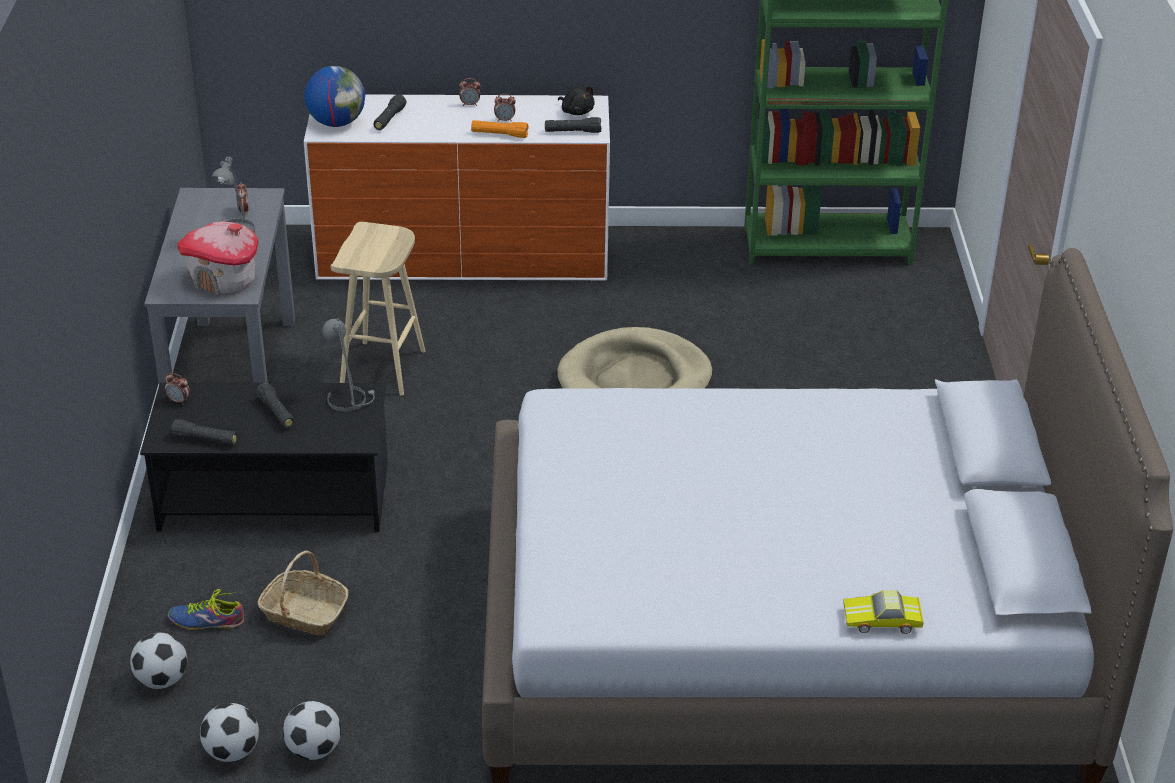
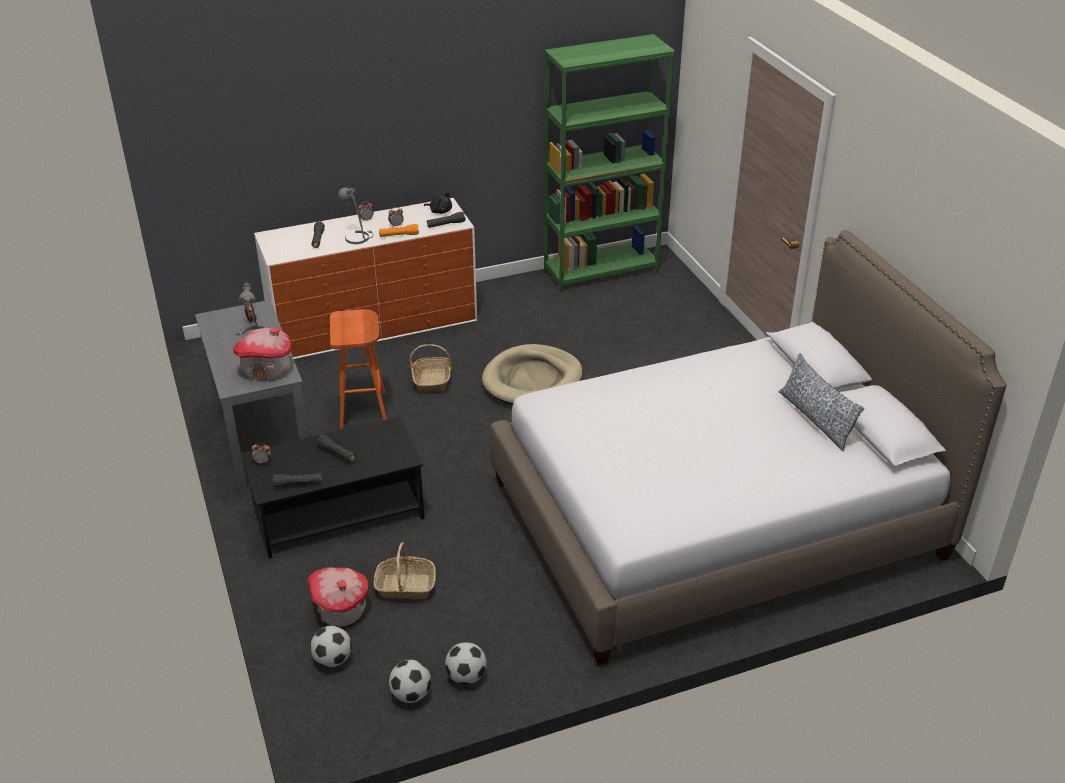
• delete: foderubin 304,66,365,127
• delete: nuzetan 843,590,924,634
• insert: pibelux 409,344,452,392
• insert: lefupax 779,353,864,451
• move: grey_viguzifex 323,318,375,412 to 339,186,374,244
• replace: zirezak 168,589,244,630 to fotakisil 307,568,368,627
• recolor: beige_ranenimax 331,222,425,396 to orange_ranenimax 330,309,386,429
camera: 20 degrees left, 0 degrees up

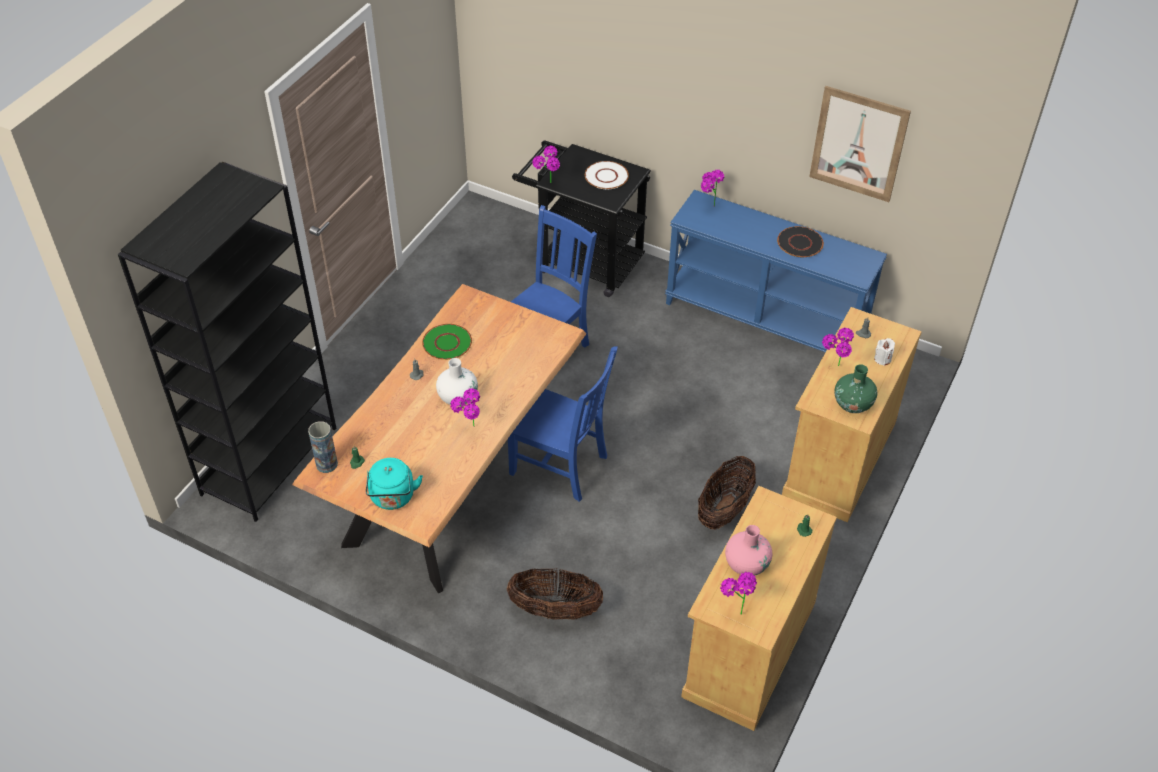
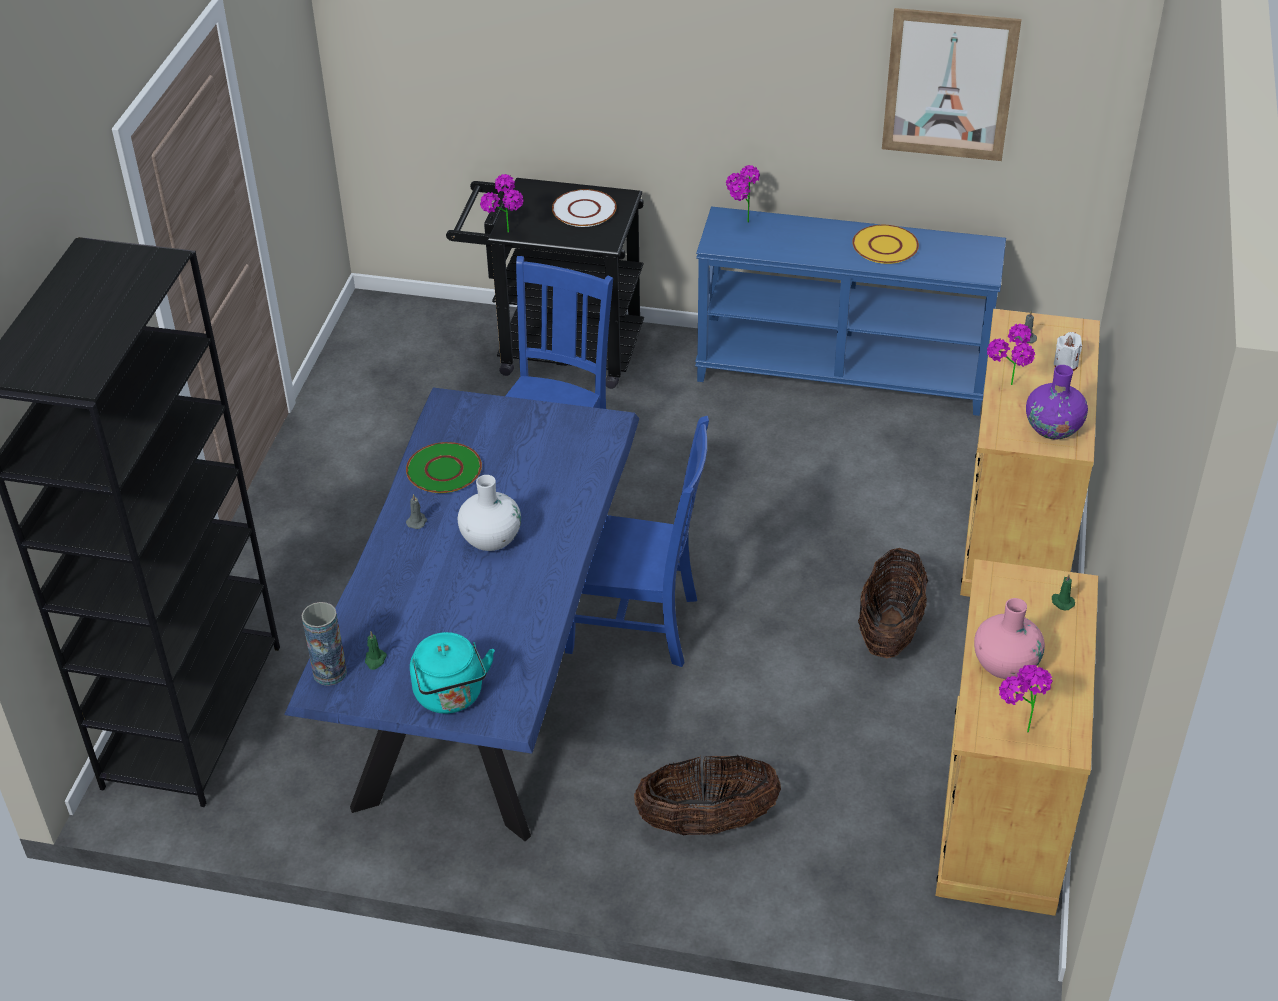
• delete: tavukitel 450,388,480,426
• recolor: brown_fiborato 292,284,586,593 to blue_fiborato 284,388,640,841
• recolor: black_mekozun 777,226,824,257 to yellow_mekozun 852,225,919,264
• recolor: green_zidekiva 834,364,877,413 to purple_zidekiva 1026,365,1088,440
camera: 15 degrees left, 5 degrees down

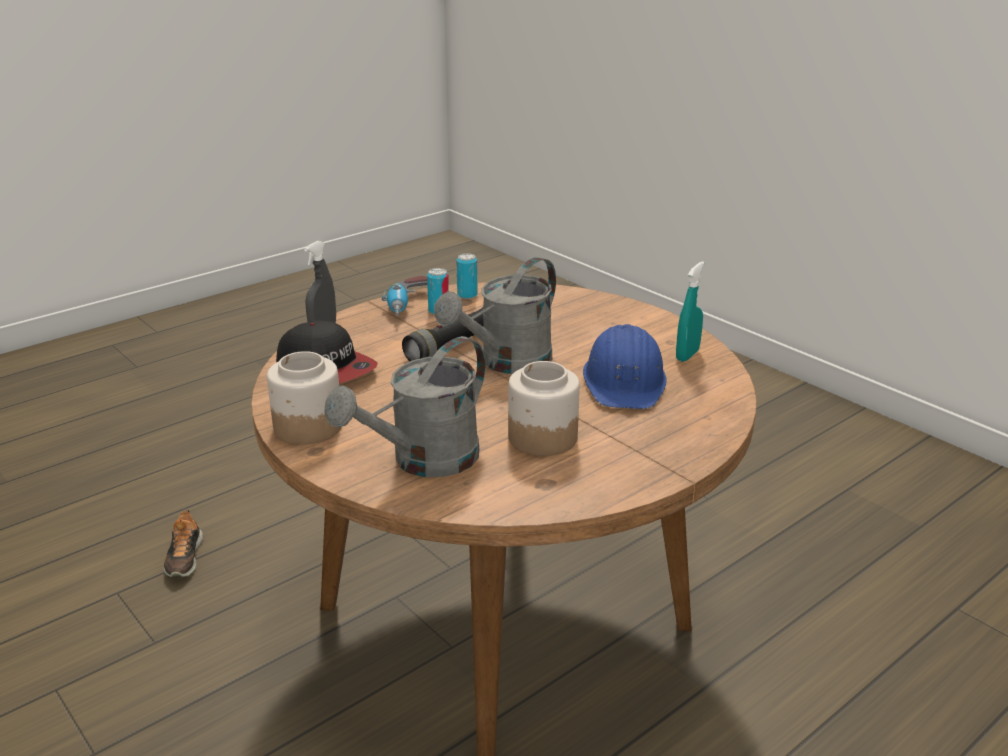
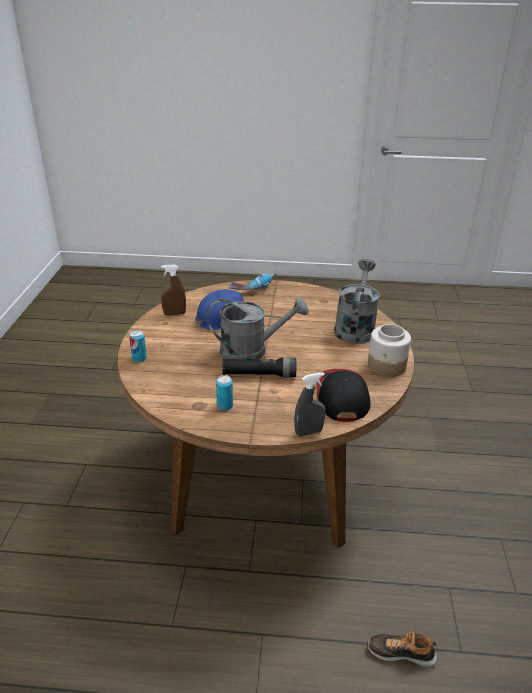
• delete: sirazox 508,361,580,456
• move: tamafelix 382,276,427,316 to 229,273,277,290
• move: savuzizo 456,253,478,299 to 129,330,147,362
• recolor: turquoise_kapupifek 676,261,704,362 to brown_kapupifek 161,265,186,316
• rotate: zirezak 164,510,203,578 = 367,631,437,667 120 degrees counterclockwise
• rotate: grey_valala 325,336,485,477 = 334,258,380,344 75 degrees counterclockwise
camera: 135 degrees left, 5 degrees up

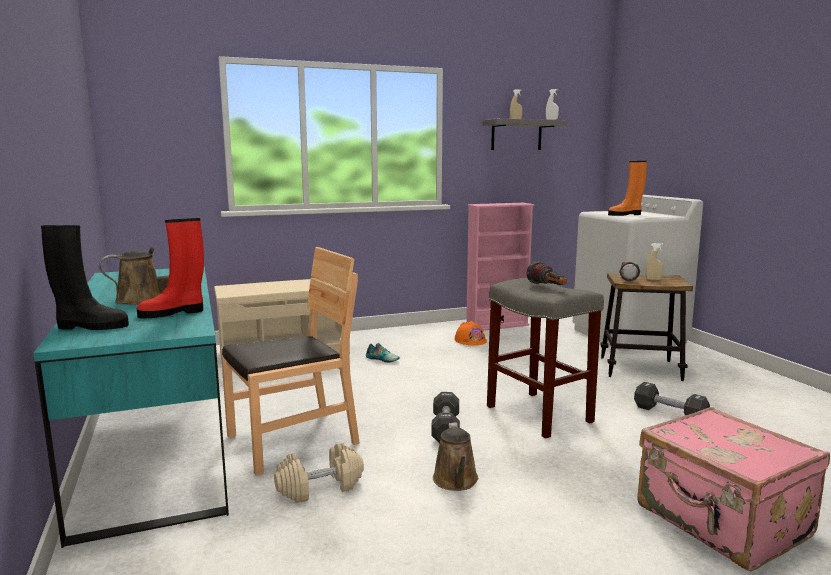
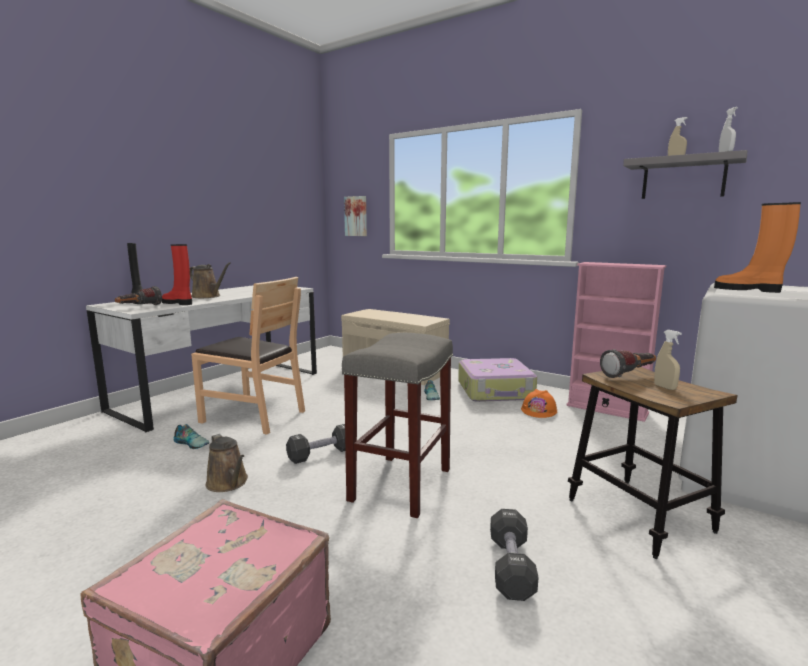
• insert: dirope 344,196,367,236
• insert: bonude 458,358,537,402
• move: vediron 527,261,567,285 to 115,286,162,305
• replace: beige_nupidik 274,443,364,503 to zirezak 174,424,209,449
• recolor: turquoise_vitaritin 33,267,229,548 to white_vitaritin 86,286,317,432
• rotate: brown_valala 433,422,478,491 = 206,434,248,492 90 degrees counterclockwise
camera: 55 degrees right, 0 degrees up

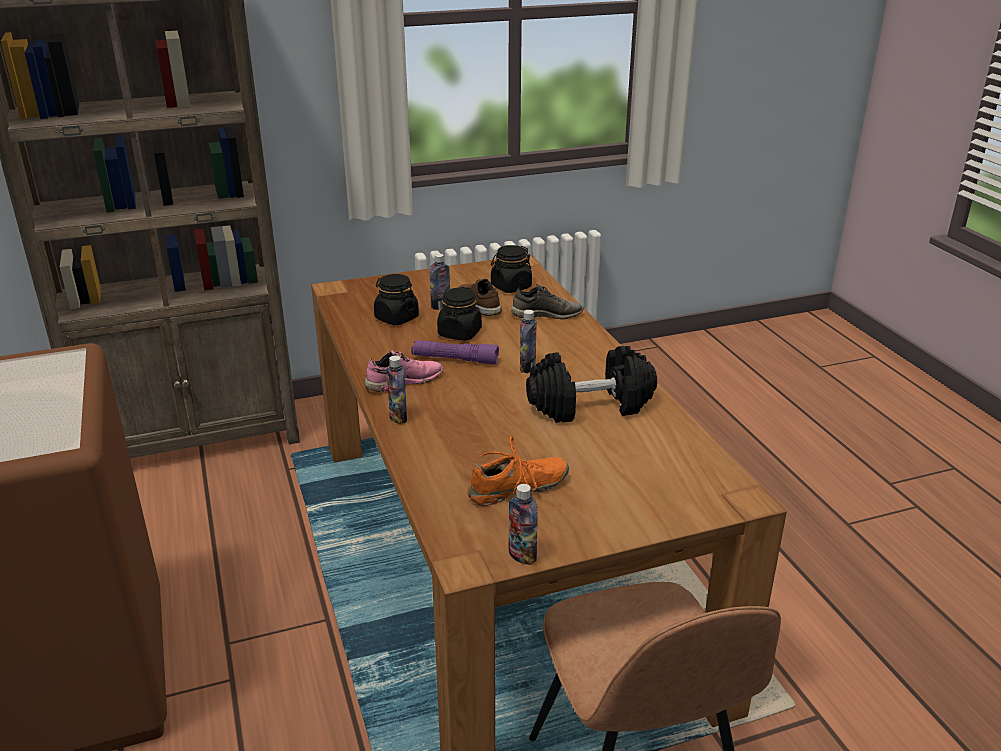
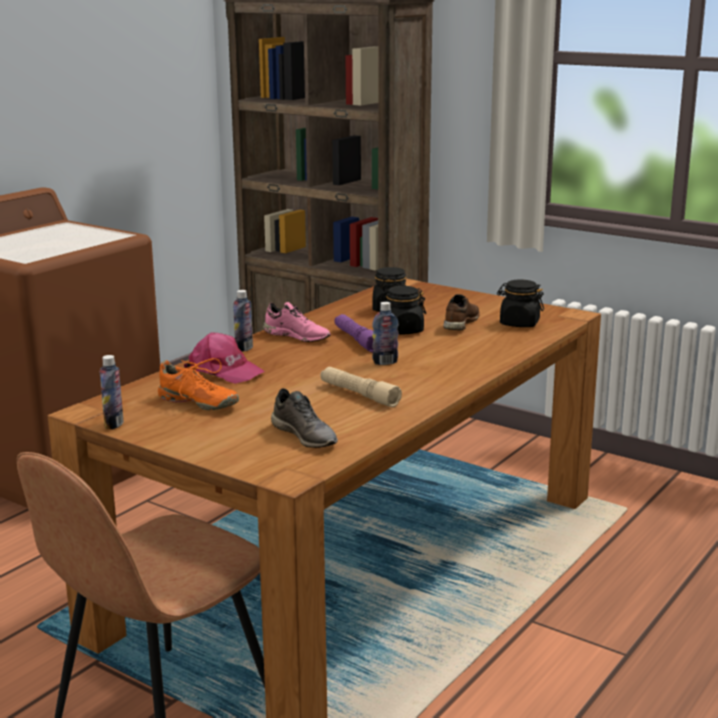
• delete: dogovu 430,254,450,310
• insert: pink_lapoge 184,333,265,384
• move: grey_zirezak 511,284,584,319 to 271,388,338,448
• replace: black_nupidik 526,346,657,423 to beige_vediron 320,367,402,407
camera: 55 degrees right, 10 degrees down

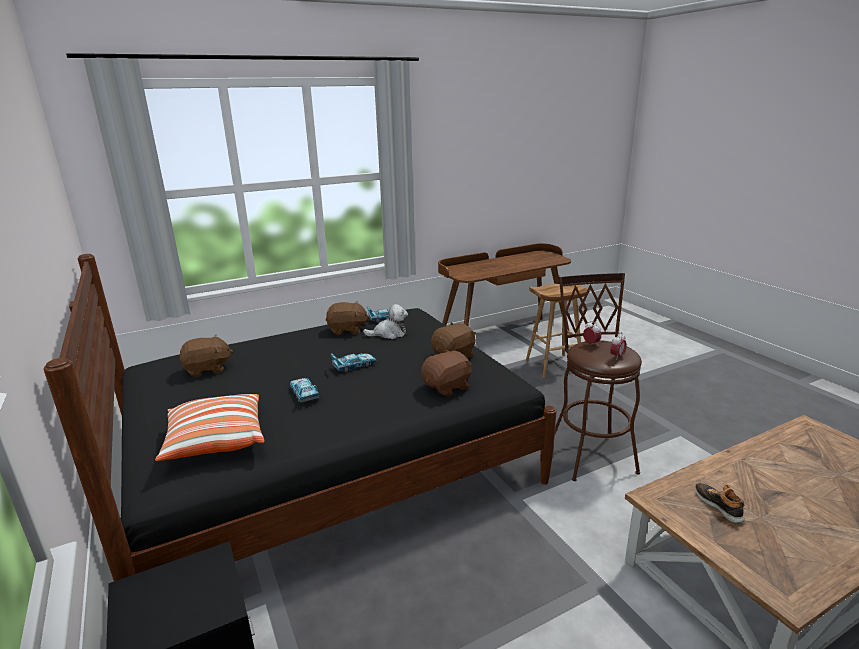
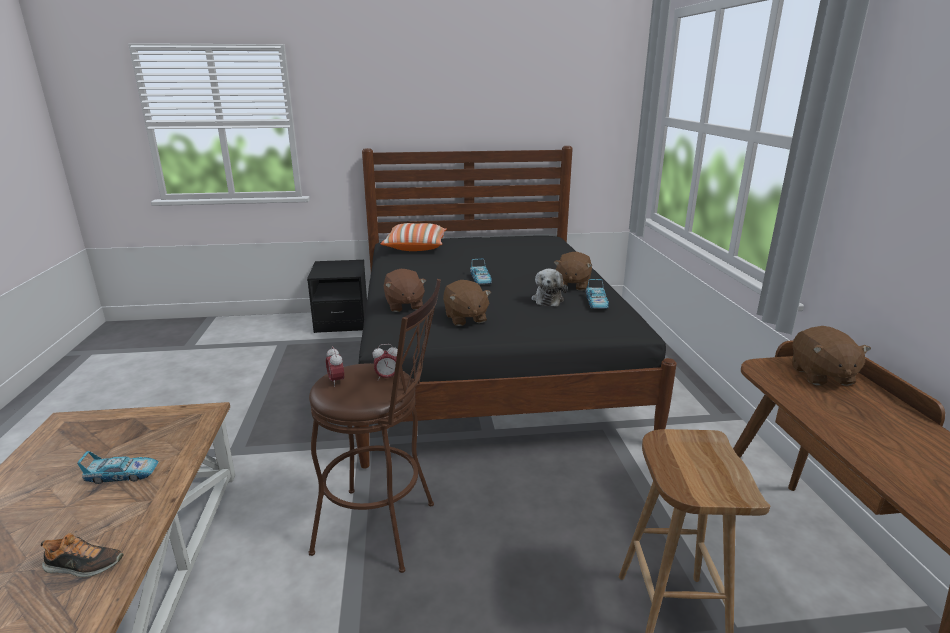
• move: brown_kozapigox 179,335,233,377 to 792,326,871,386
• move: nuzetan 290,378,320,403 to 77,451,159,484
• move: zirezak 695,483,745,524 to 41,533,123,577
camera: 110 degrees right, 0 degrees up

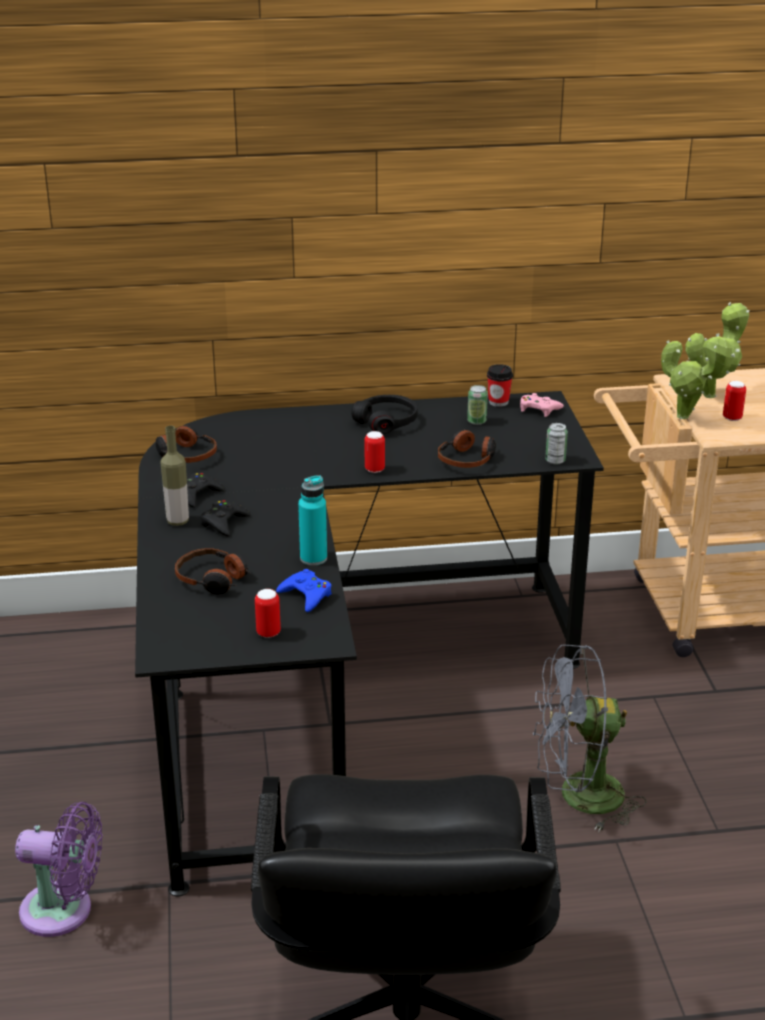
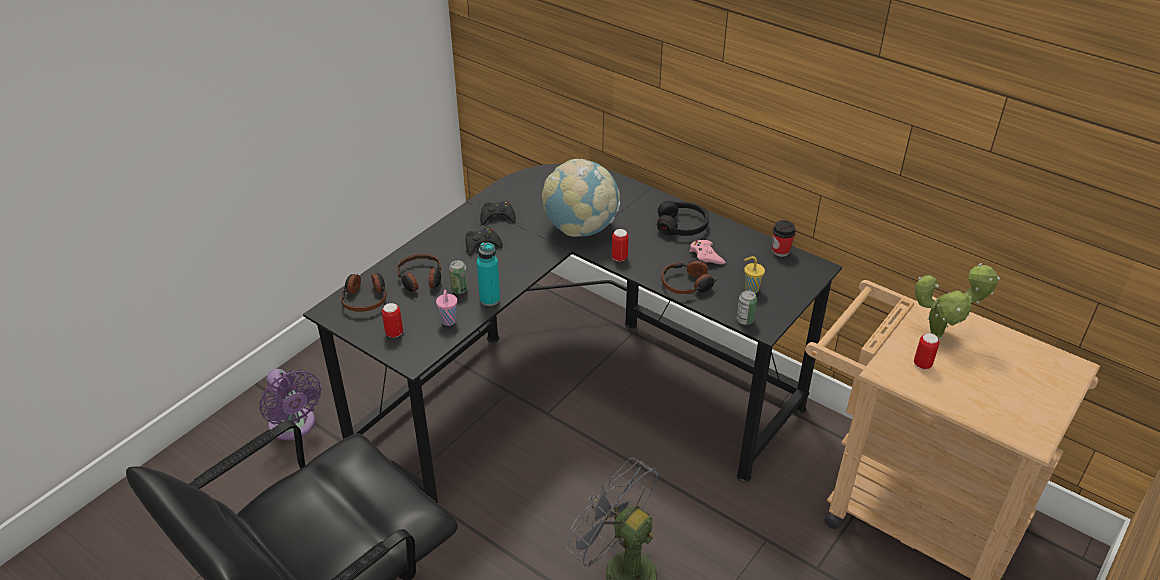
• delete: dogovu 160,426,189,526
• delete: tavukitel 661,333,735,419
• insert: foderubin 542,159,620,237
• insert: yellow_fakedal 744,256,765,294
• move: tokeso 155,425,217,463 to 341,273,387,311
• move: savuzizo 467,385,488,425 to 449,260,468,294
• move: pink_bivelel 520,393,564,417 to 690,240,725,264
• replace: blue_bivelel 276,569,332,612 to pink_fakedal 436,290,457,326
camera: 45 degrees right, 10 degrees up

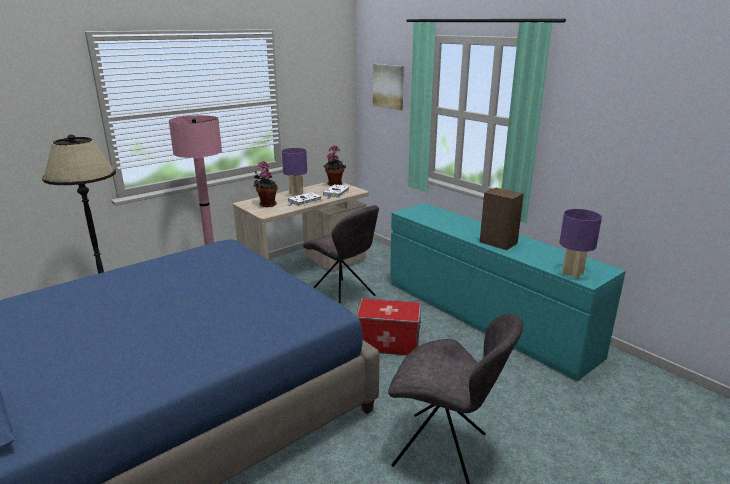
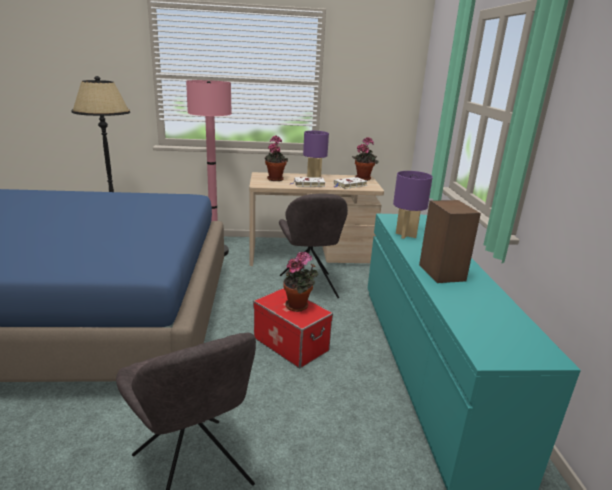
• delete: dirope 373,64,404,110
• insert: tavukitel 283,251,319,312
• move: purple_viguzifex 559,209,602,279 to 393,171,433,239
camera: 35 degrees right, 0 degrees up

